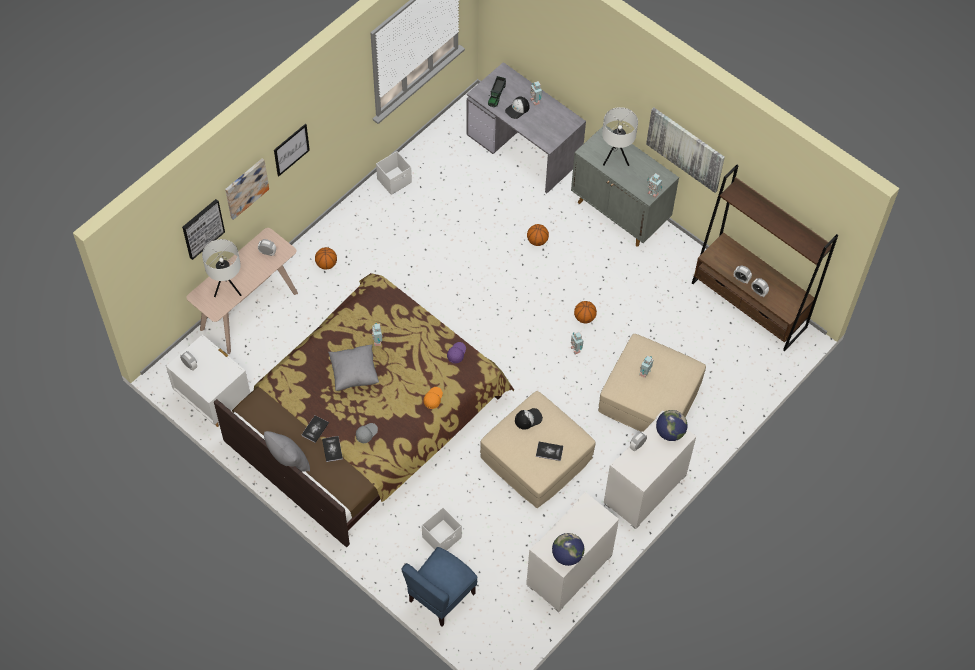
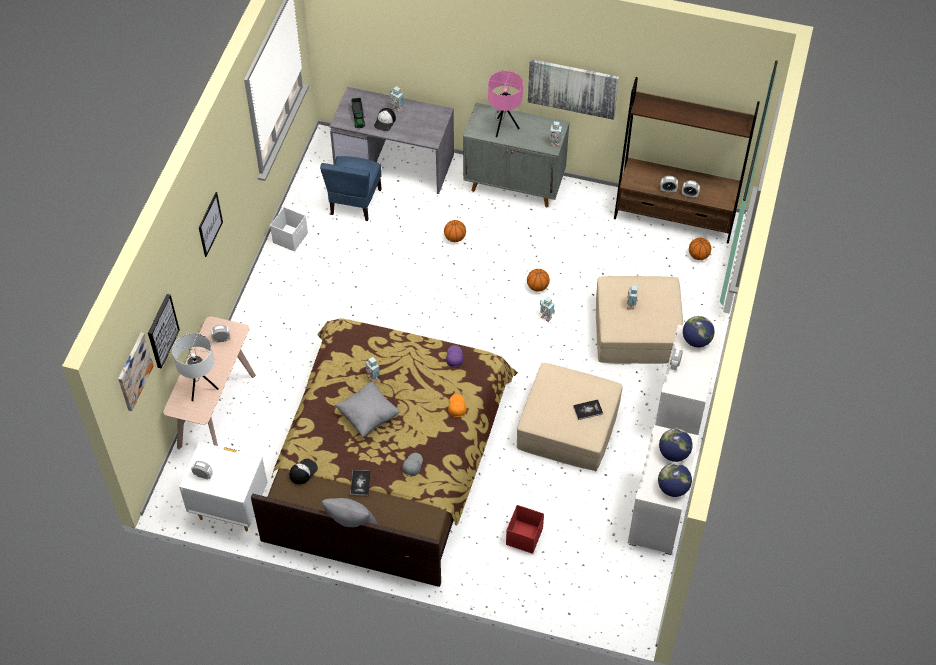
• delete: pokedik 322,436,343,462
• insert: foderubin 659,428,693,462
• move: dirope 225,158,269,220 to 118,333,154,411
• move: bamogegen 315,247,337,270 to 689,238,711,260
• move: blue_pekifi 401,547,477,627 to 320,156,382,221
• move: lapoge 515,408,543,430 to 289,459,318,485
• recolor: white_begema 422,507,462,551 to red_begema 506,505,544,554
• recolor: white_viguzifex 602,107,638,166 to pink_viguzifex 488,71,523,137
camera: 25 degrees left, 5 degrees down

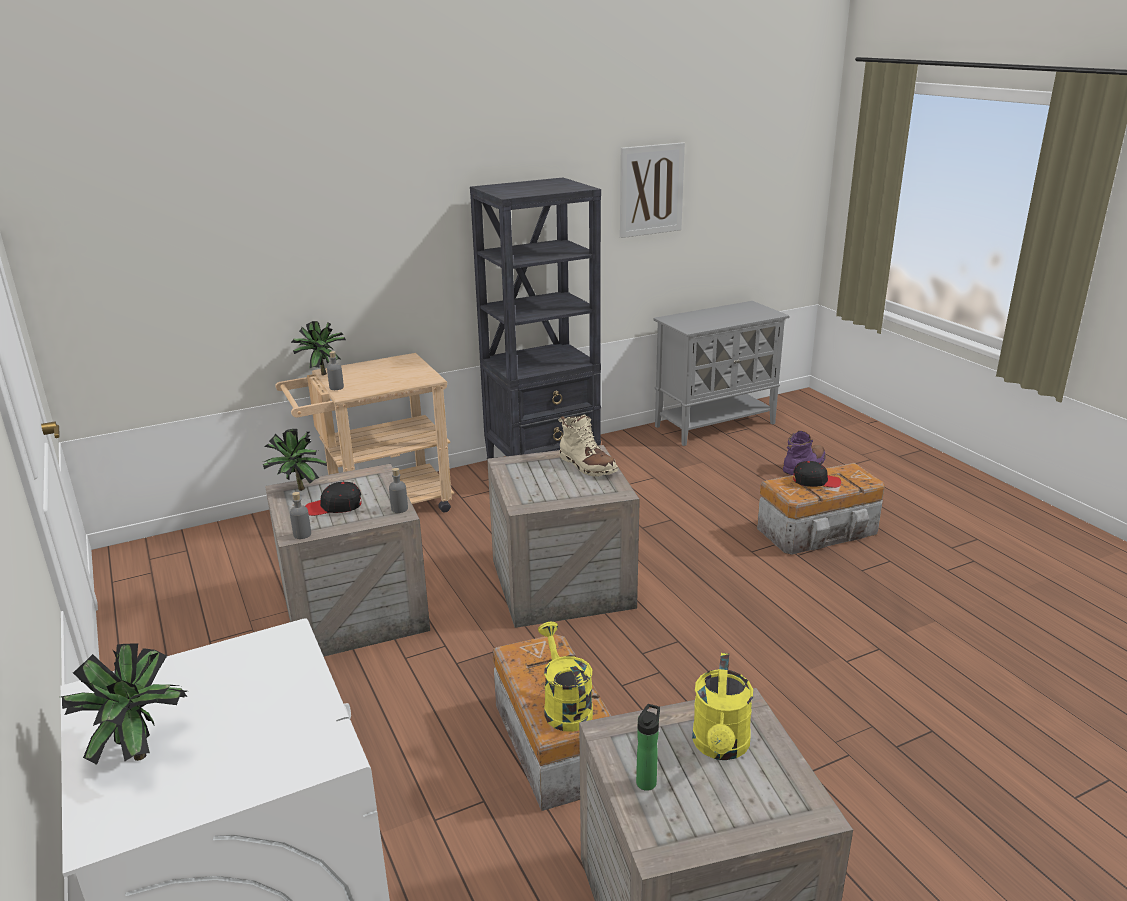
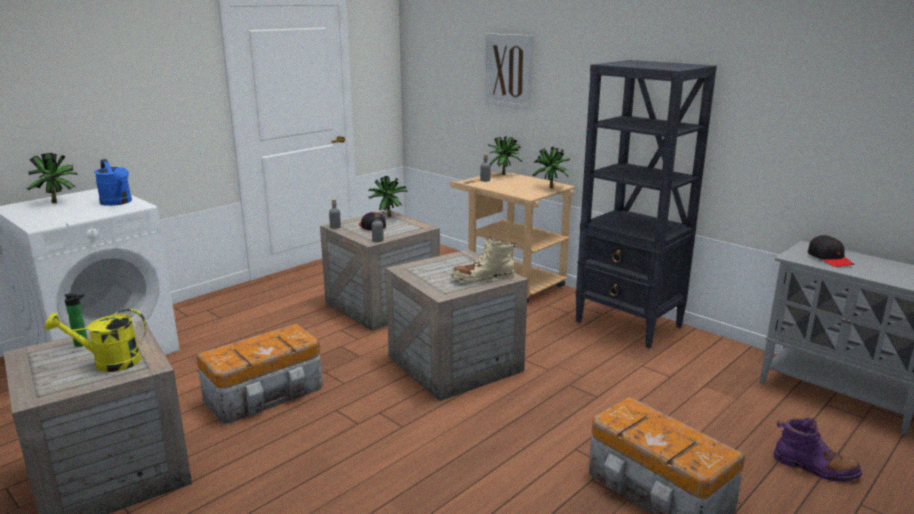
• delete: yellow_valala 538,622,593,732
• insert: blue_valala 94,159,132,206
• insert: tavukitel 532,147,570,188
• move: dirope 620,142,685,238 to 485,33,533,110
• move: black_lapoge 793,461,841,488 to 808,235,854,267
• rotate: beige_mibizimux 558,414,618,477 = 450,236,517,283 45 degrees clockwise
camera: 70 degrees right, 5 degrees down

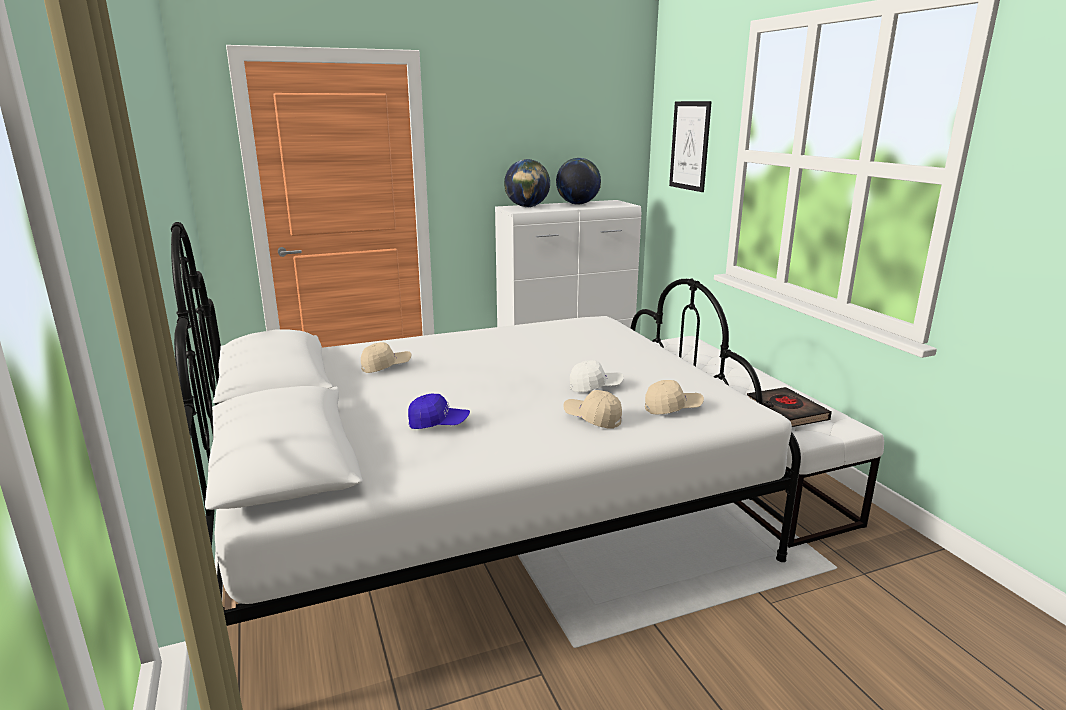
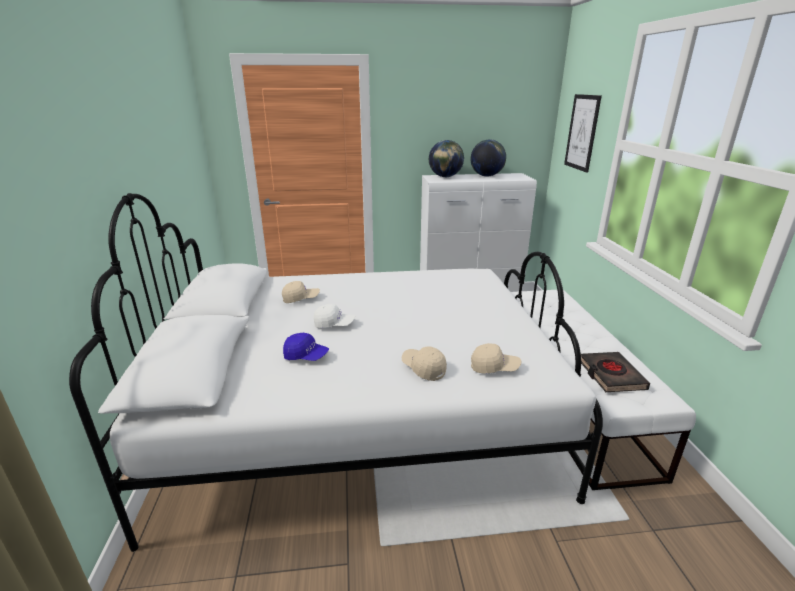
• move: white_lapoge 570,360,624,392 to 314,304,355,328
camera: 15 degrees right, 5 degrees up

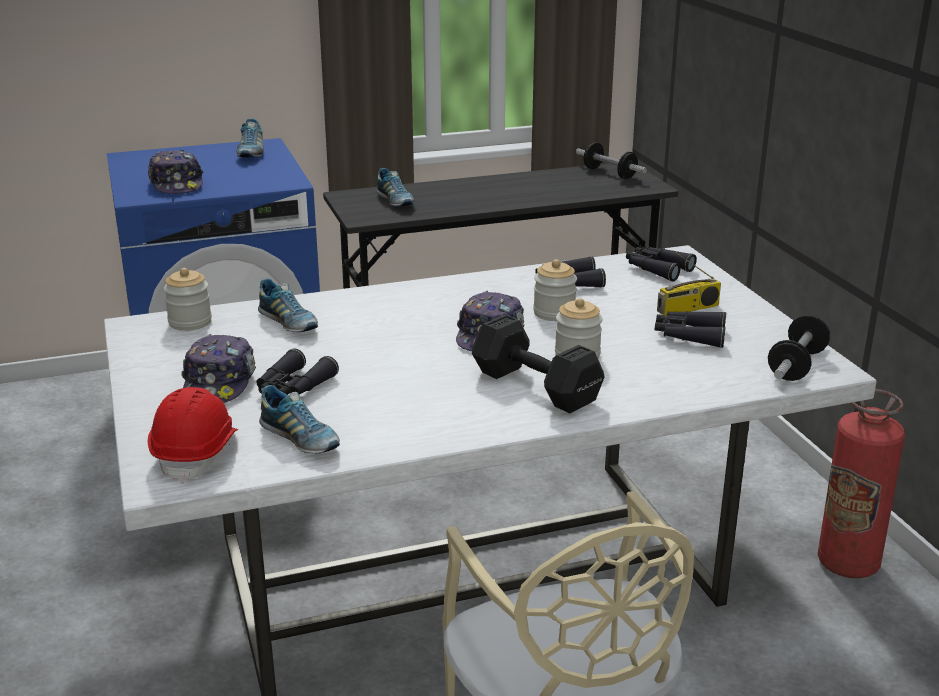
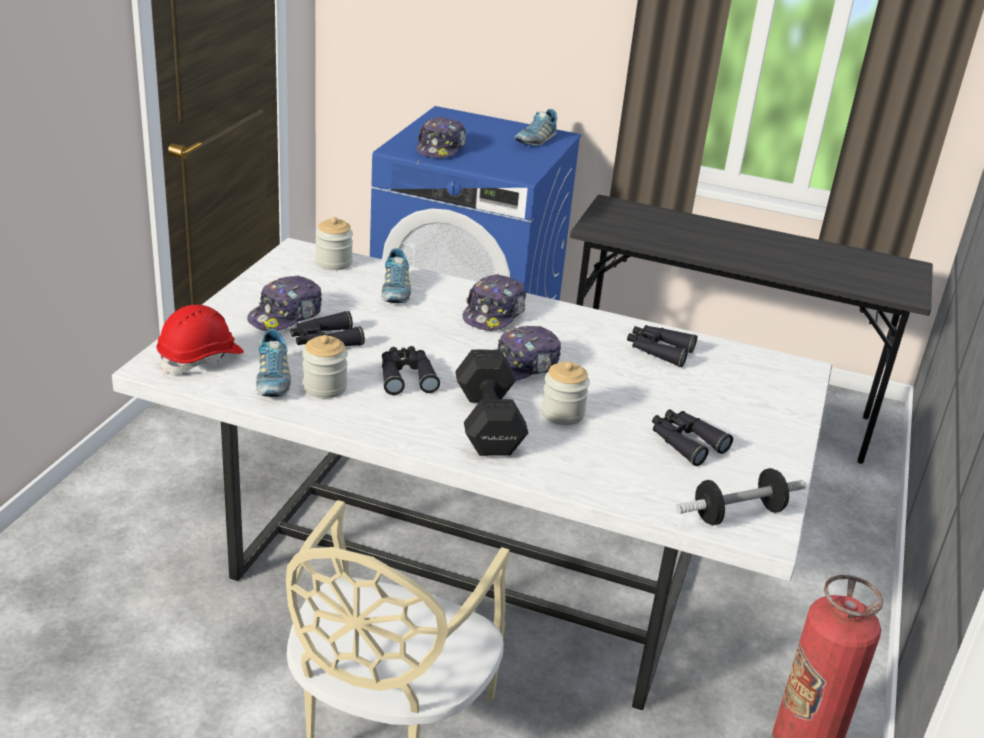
• delete: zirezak 376,168,414,206
• delete: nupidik 576,142,647,179
• delete: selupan 657,250,721,316
• insert: lapoge 462,274,526,331
• move: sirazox 533,259,577,321 to 302,335,348,399
• move: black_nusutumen 626,246,697,282 to 382,346,440,395
camera: 35 degrees right, 5 degrees up

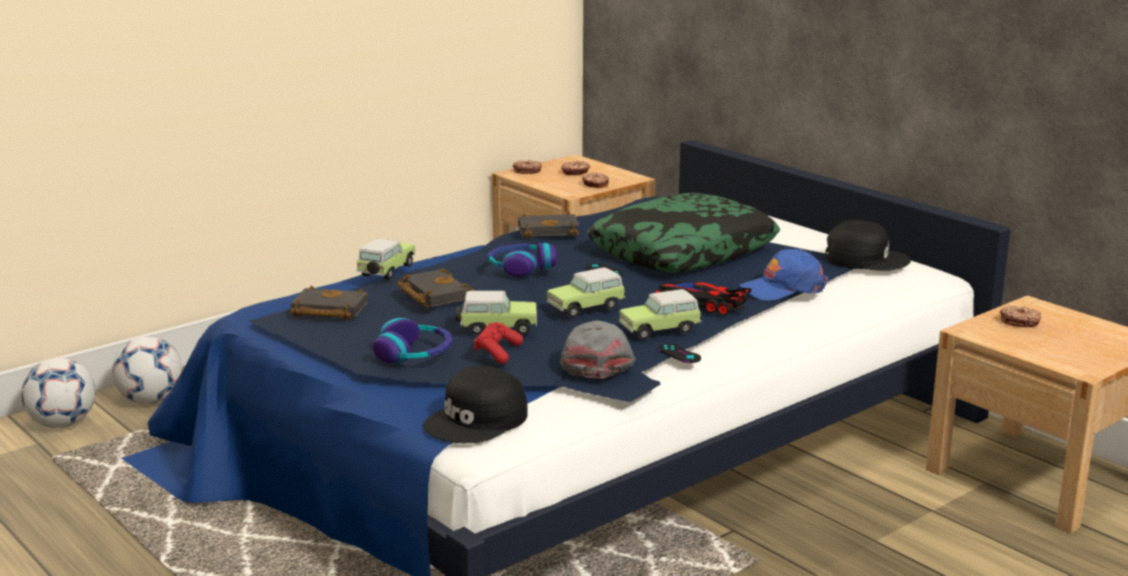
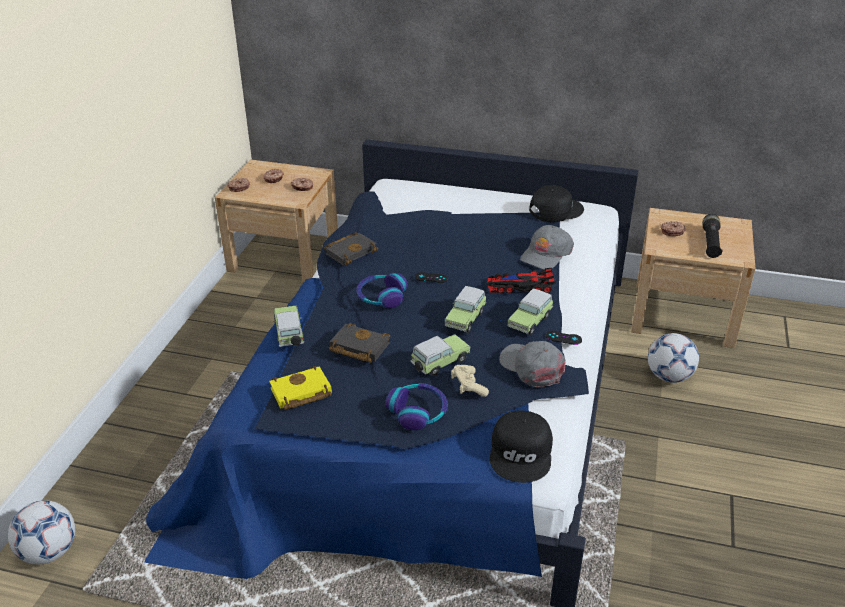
• delete: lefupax 587,193,780,273
• insert: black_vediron 703,214,723,258
• move: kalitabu 112,336,182,404 to 648,333,699,383
• recolor: black_pokedik 290,285,368,320 to yellow_pokedik 269,366,332,410
• recolor: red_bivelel 474,322,523,364 to beige_bivelel 451,365,489,397
• recolor: blue_lapoge 739,249,829,301 to grey_lapoge 520,225,574,269
camera: 35 degrees left, 15 degrees up

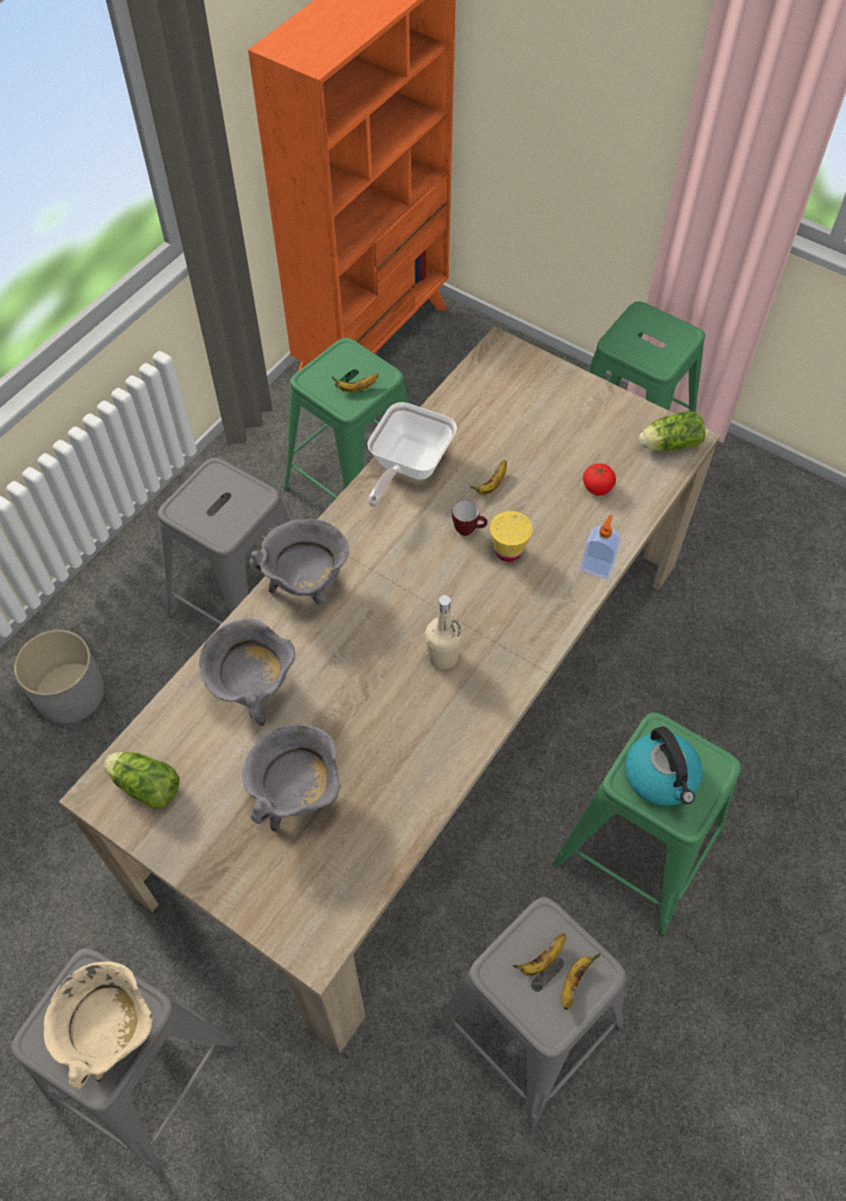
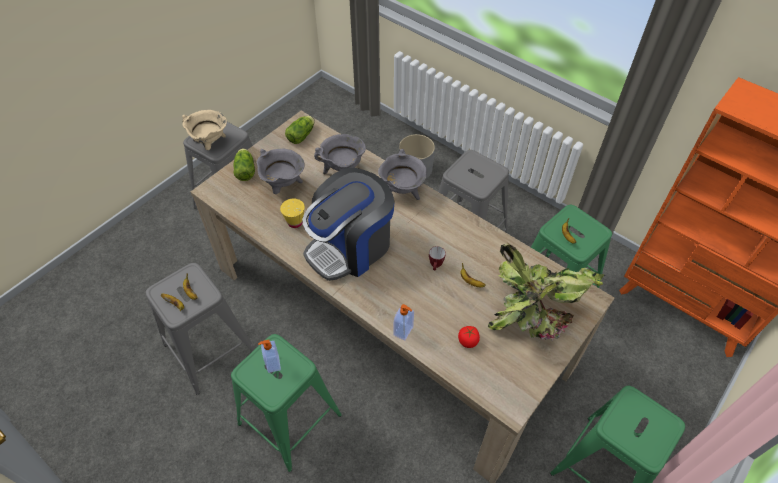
• delete: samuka 367,402,457,507
• insert: tavukitel 488,243,605,341
• move: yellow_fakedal 490,511,533,562 to 280,198,305,228
• move: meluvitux 639,411,705,451 to 233,148,255,181
• replace: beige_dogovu 425,595,463,669 to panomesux 302,168,395,281
• replace: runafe 625,727,703,806 to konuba 258,340,281,373
camera: 95 degrees right, 5 degrees down

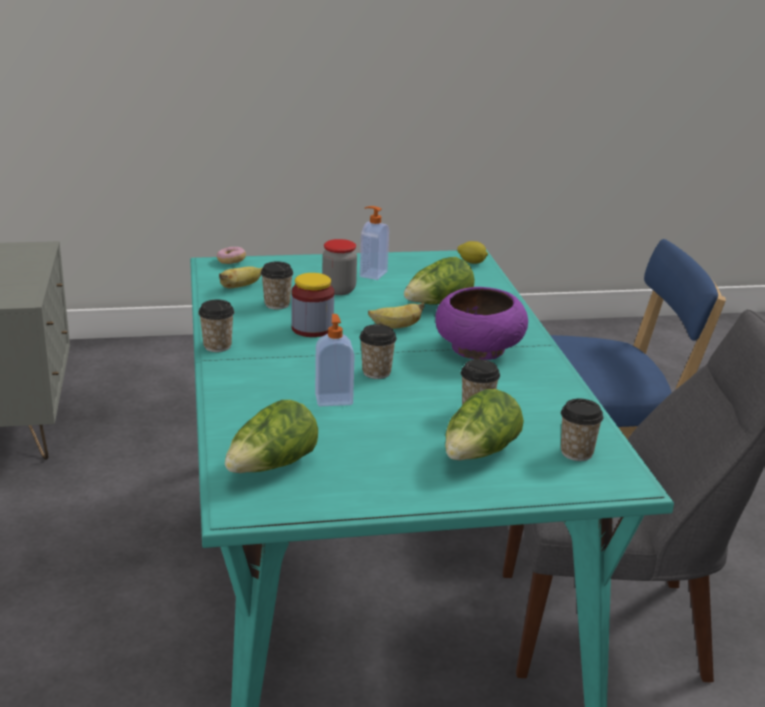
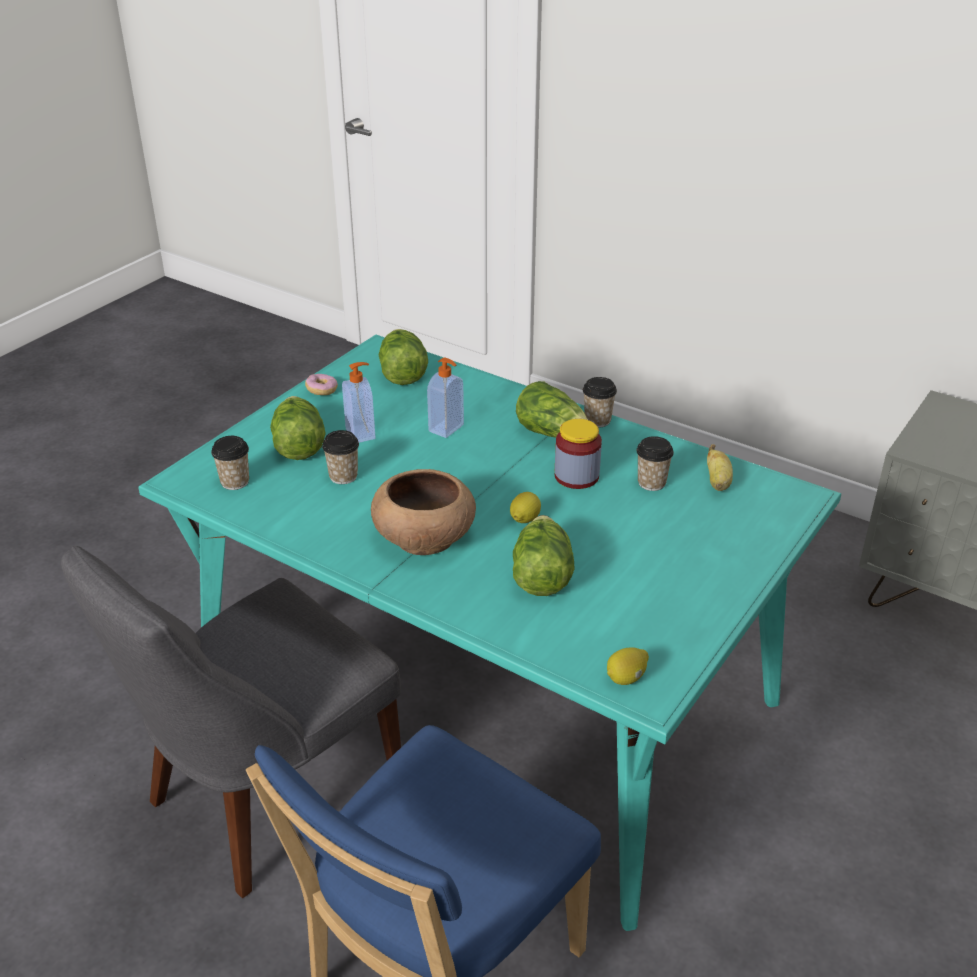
• delete: sirazox 322,239,357,295
• delete: fakedal 360,324,397,379
• insert: meluvitux 516,381,588,437
• move: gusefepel 217,247,246,264 to 305,374,338,395
• move: konuba 360,206,389,280 to 342,362,375,443
• replace: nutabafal 368,302,424,329 to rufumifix 510,492,541,523
• recolor: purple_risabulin 435,287,528,360 to brown_risabulin 371,469,476,555
camera: 135 degrees right, 10 degrees up

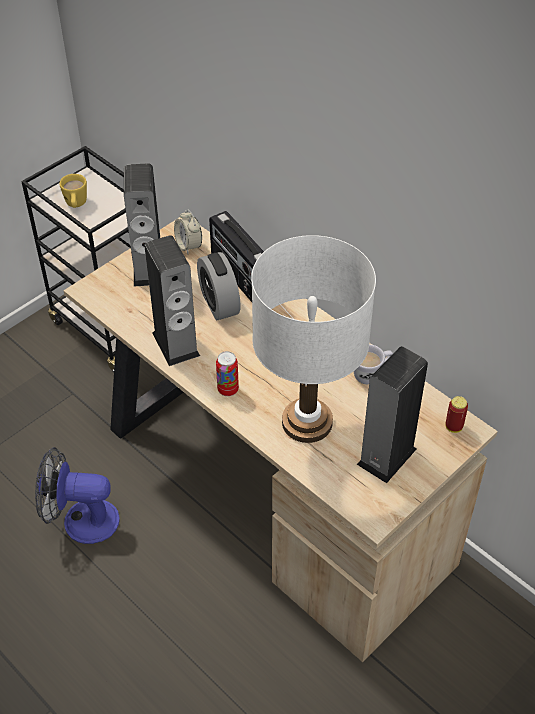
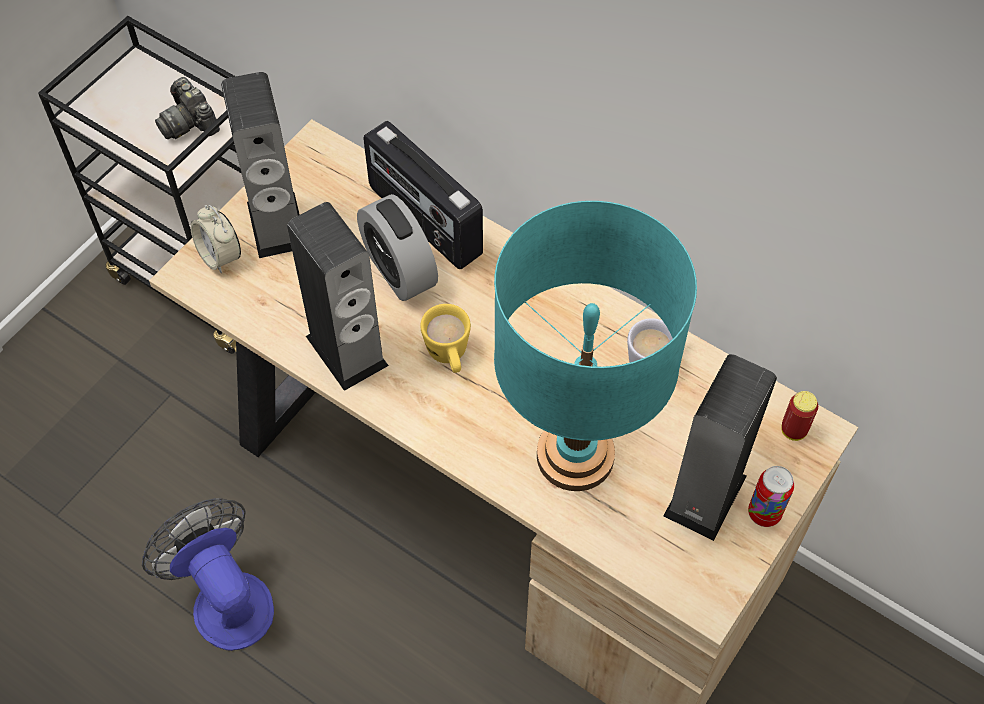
• insert: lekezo 155,77,220,139
• move: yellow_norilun 59,174,87,208 to 420,304,471,373
• move: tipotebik 174,210,202,254 to 190,205,241,273
• move: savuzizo 216,351,239,396 to 748,466,794,527
• recolor: white_viguzifex 251,235,376,443 to turquoise_viguzifex 494,201,697,491
• rotate: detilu 35,447,120,544 = 142,498,274,651 60 degrees clockwise
camera: 10 degrees left, 10 degrees up

